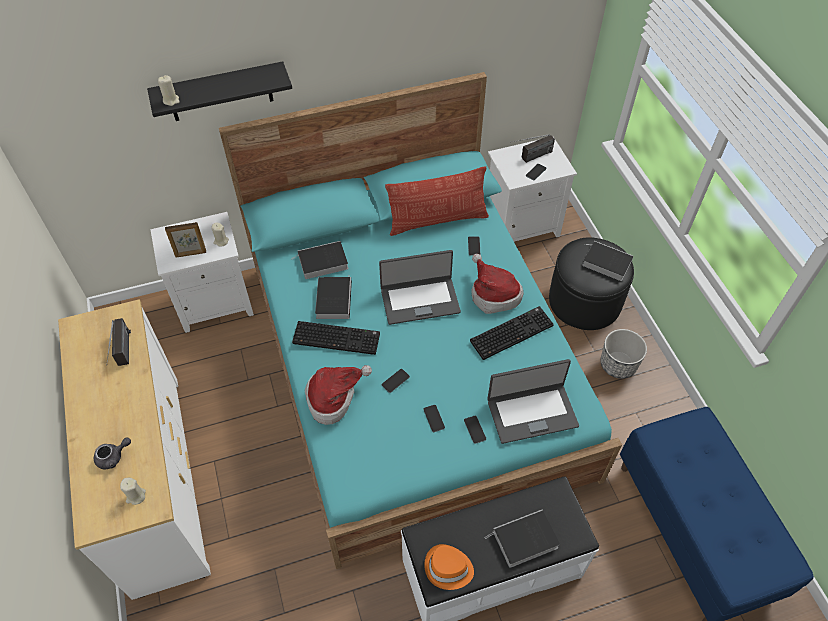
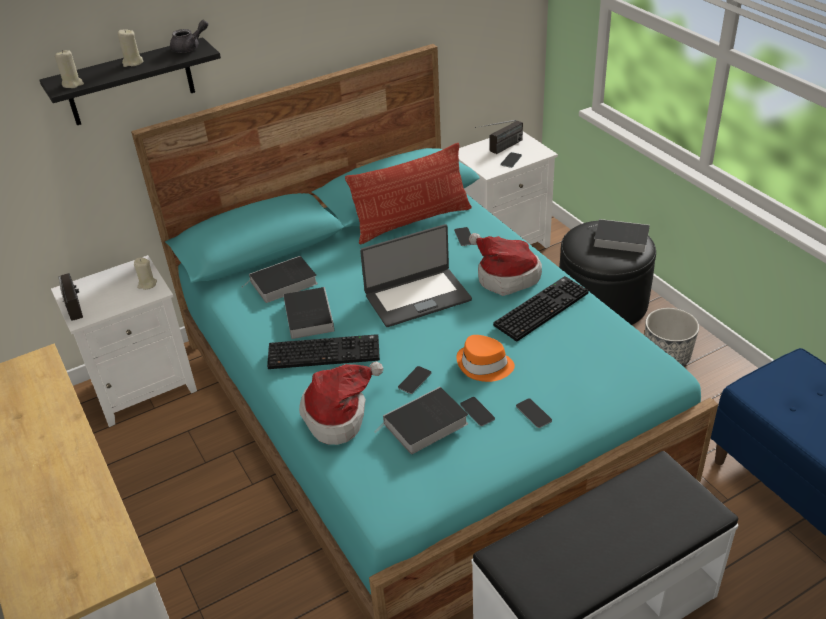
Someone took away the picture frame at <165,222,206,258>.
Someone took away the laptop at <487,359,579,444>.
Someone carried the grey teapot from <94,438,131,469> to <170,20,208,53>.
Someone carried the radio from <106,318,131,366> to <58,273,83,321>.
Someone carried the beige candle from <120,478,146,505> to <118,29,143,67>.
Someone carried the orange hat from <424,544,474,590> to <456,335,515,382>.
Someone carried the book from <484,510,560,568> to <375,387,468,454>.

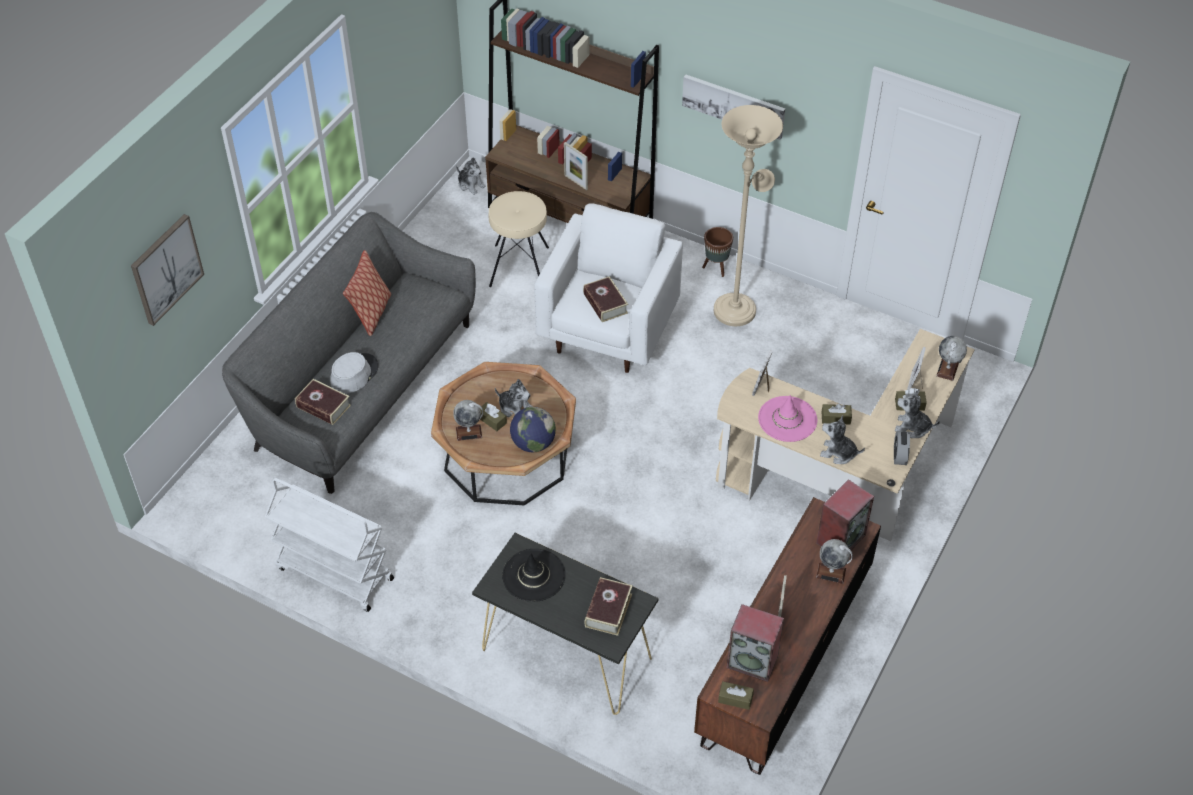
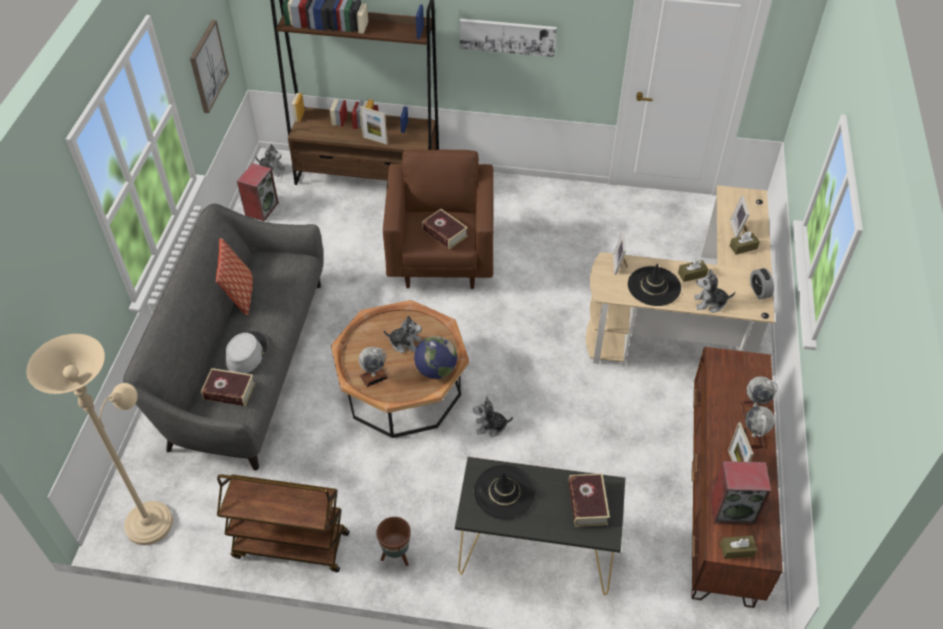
Someone took away the brown tissue box at <480,402,507,431>.
Someone took away the beige stool at <489,191,549,287>.
Someone carried the picture from <131,214,204,326> to <190,20,229,113>.
Someone carried the brown planter from <702,227,733,277> to <376,517,411,566>.
Someone carried the beige floor lamp from <714,105,783,326> to <26,334,173,545>.
Someone carried the speaker from <816,479,874,550> to <237,163,279,222>.
Someone carried the plush toy from <895,390,940,438> to <473,396,513,437>.
Someone carried the globe from <936,336,967,381> to <742,406,775,449>.
Someone repainted the white cart at <265,478,394,612>, which became the brown cart at <217,474,349,572>.
Someone repainted the white armchair at <534,203,683,373>, which became the brown armchair at <383,149,493,289>.
Someone repainted the pink hat at <758,395,817,442>, which became the black hat at <628,263,681,306>.

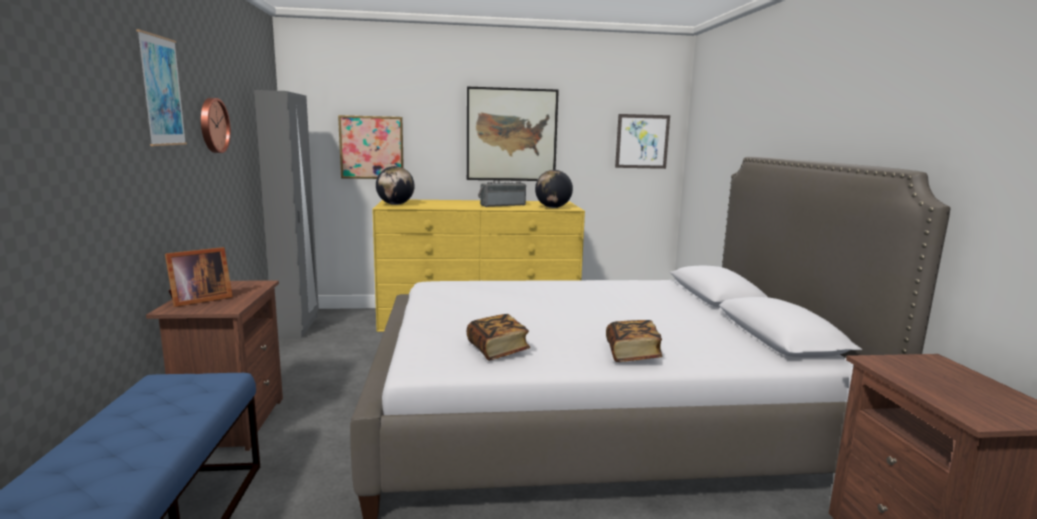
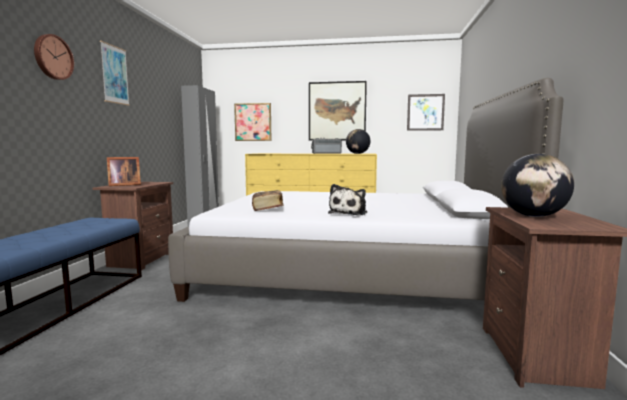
Someone carried the wall clock from <201,98,231,153> to <34,34,74,80>.
Someone carried the globe from <376,166,415,205> to <501,154,574,217>.
Someone swapped the book at <606,320,662,362> for the plush toy at <328,184,367,215>.

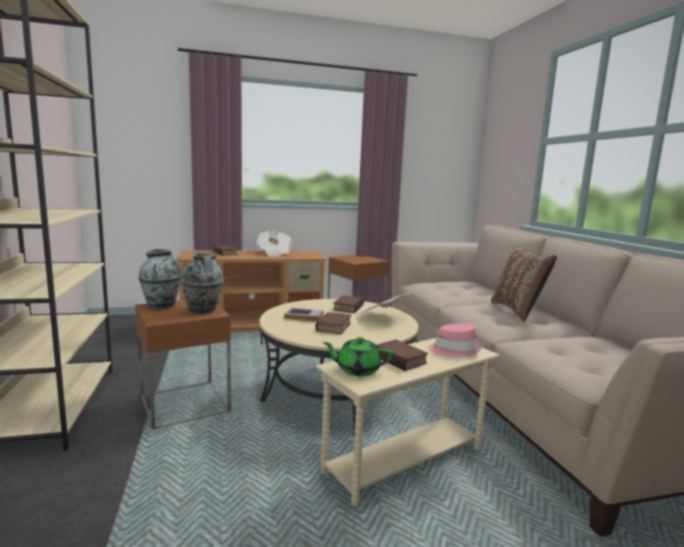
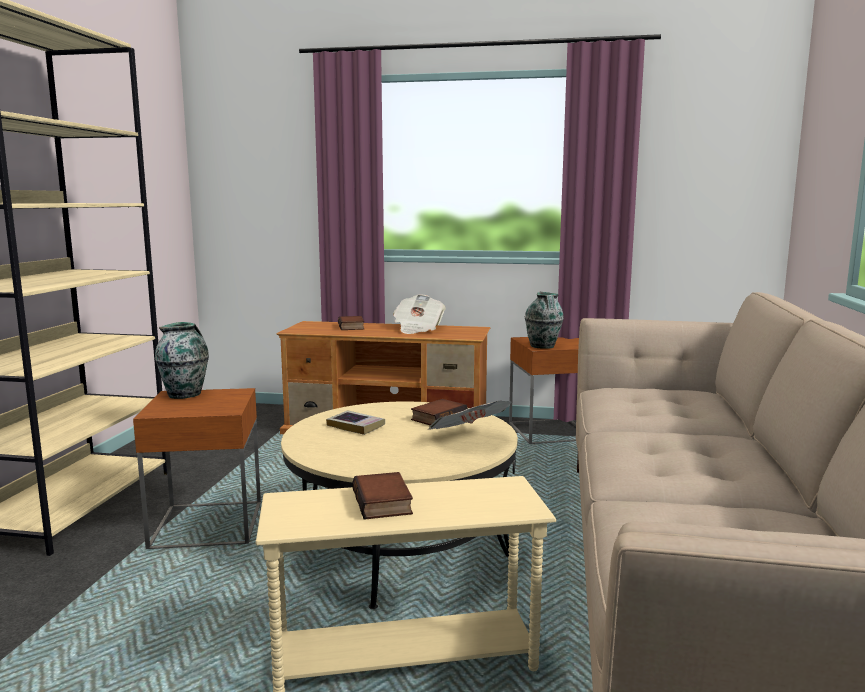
Someone took away the book at <315,312,351,334>.
Someone took away the green teapot at <323,337,393,376>.
Someone took away the pink hat at <428,323,482,357>.
Someone took away the brown pillow at <491,245,557,322>.
Someone carried the vase from <181,252,224,313> to <525,292,564,349>.

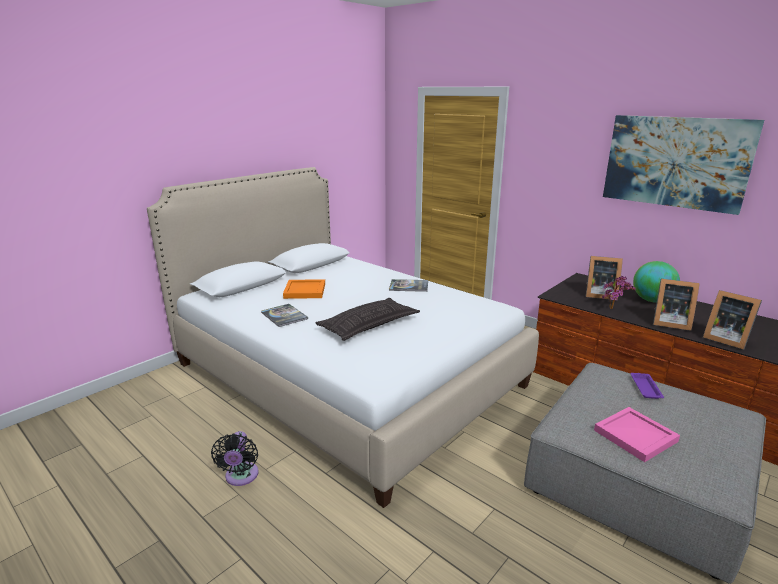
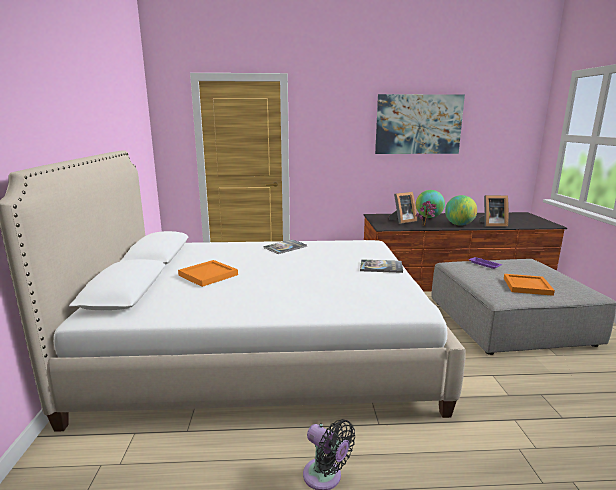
Someone took away the pillow at <316,298,420,341>.
Someone carried the book from <261,304,308,327> to <360,259,403,273>.
Someone swapped the picture frame at <653,279,700,331> for the globe at <445,195,477,226>.
Someone repainted the pink tray at <594,407,680,462>, which became the orange tray at <504,274,555,296>.

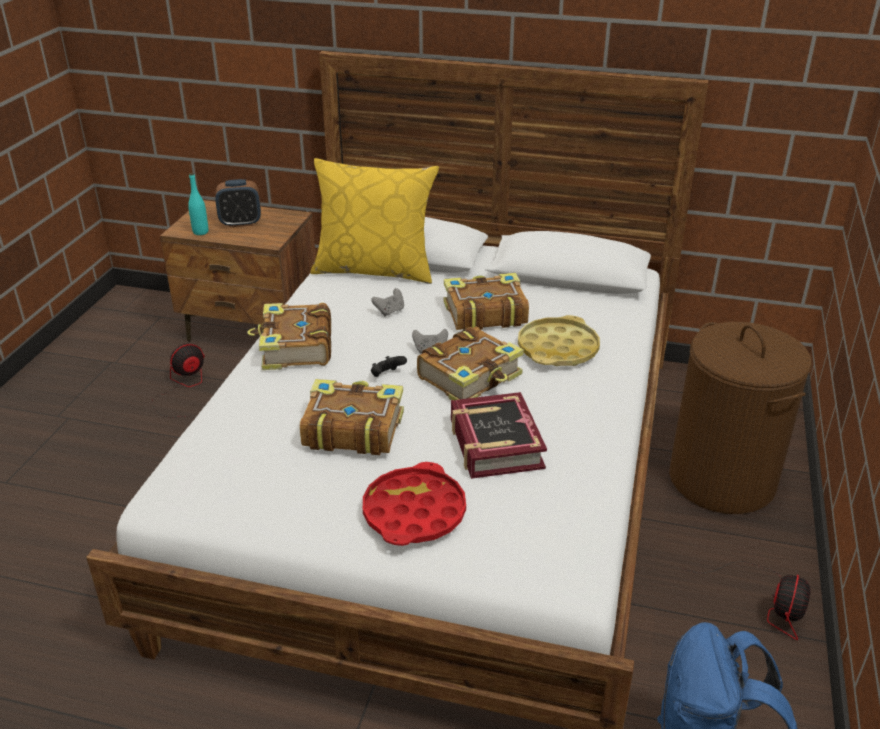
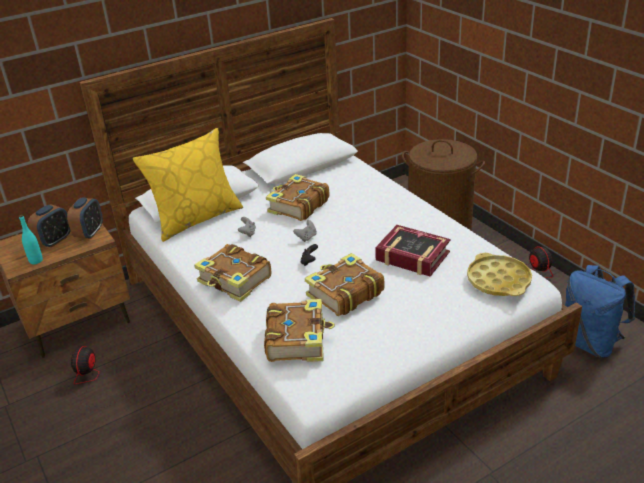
Someone took away the red tray at <363,462,466,546>.
Someone put down the alarm clock at <67,197,103,239>.
Someone carried the book from <417,326,524,400> to <264,299,335,362>.
Someone carried the yellow tray from <518,315,600,366> to <467,253,532,296>.

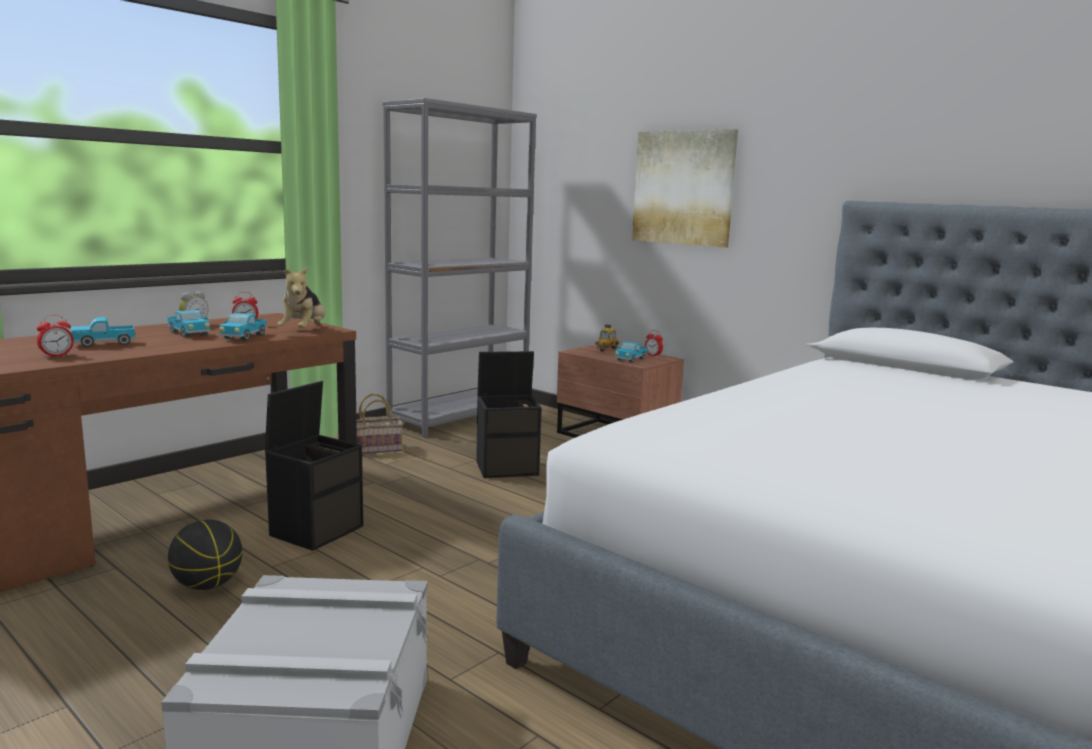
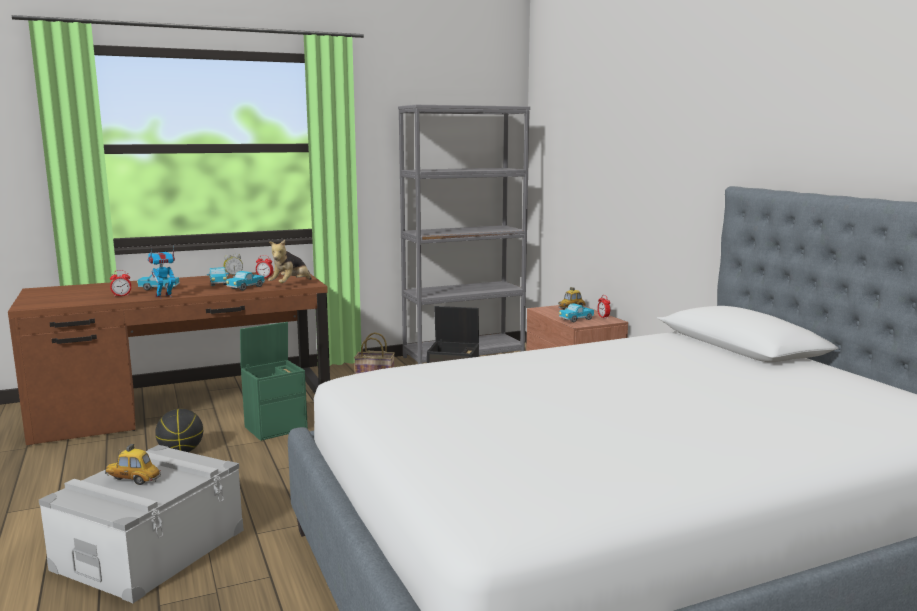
Someone took away the picture at <632,129,738,248>.
Someone put down the toy car at <105,444,161,485>.
Someone put down the toy robot at <148,247,176,298>.
Someone repainted the black storage box at <265,381,363,551>, which became the green storage box at <240,322,308,441>.

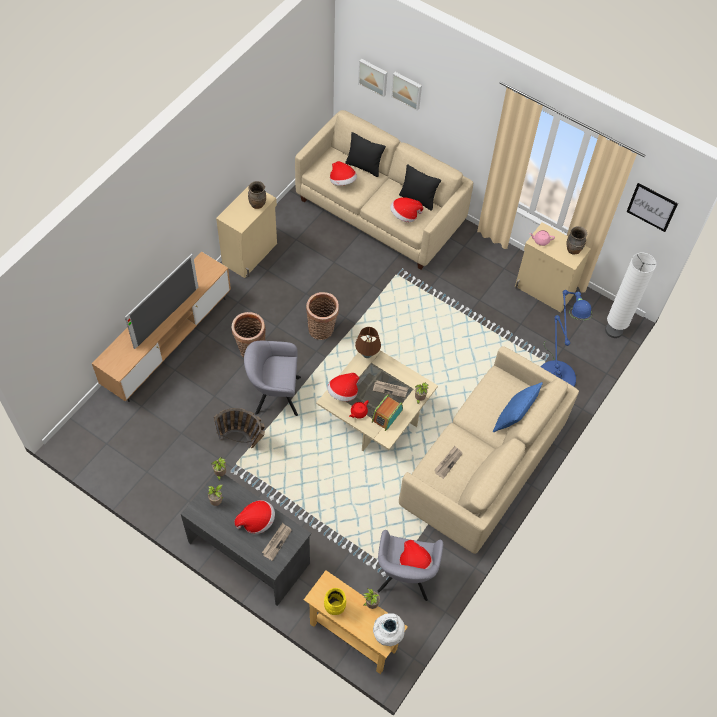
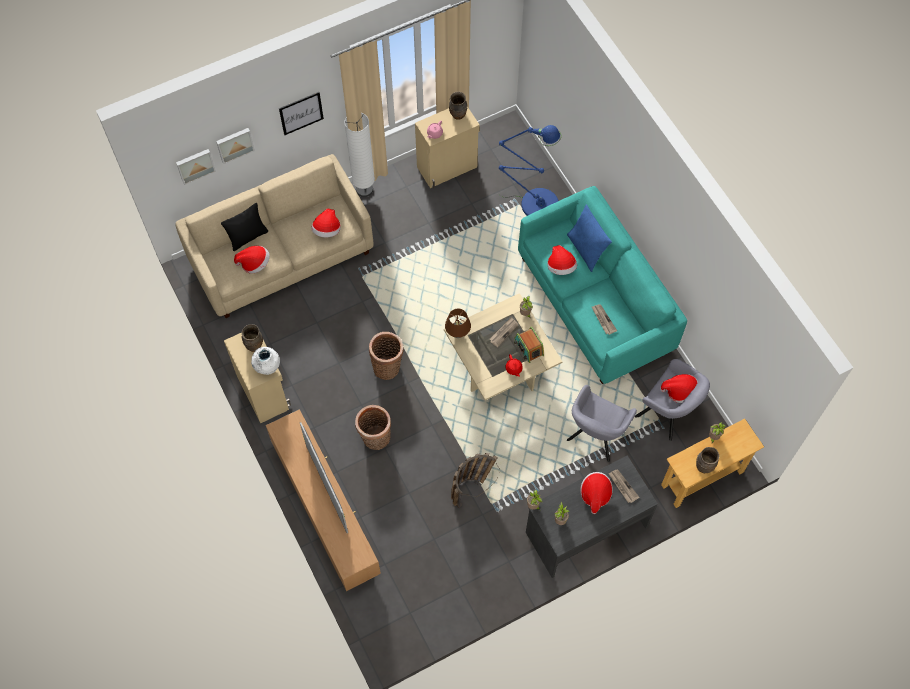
Someone took away the black pillow at <399,165,441,210>.
Someone carried the grey armchair from <244,341,301,416> to <567,385,637,462>.
Someone carried the hat from <327,373,359,401> to <548,245,577,275>.
Someone carried the white vase from <373,613,405,646> to <251,347,280,375>.
Someone carried the white floor lamp from <605,253,656,338> to <344,113,375,197>.
Someone carried the picture from <626,183,678,232> to <279,92,324,135>.
Someone repainted the yellow vase at <324,588,346,615>, which became the brown vase at <696,447,719,473>.
Someone repainted the beige sofa at <399,346,579,554>, which became the turquoise sofa at <518,186,687,384>.

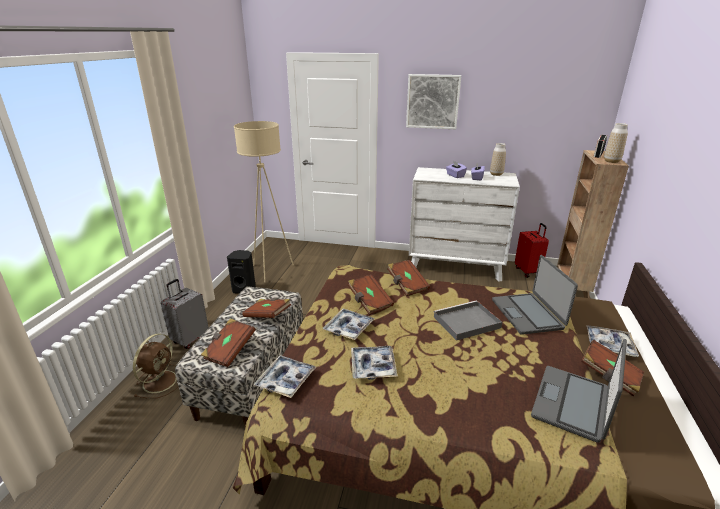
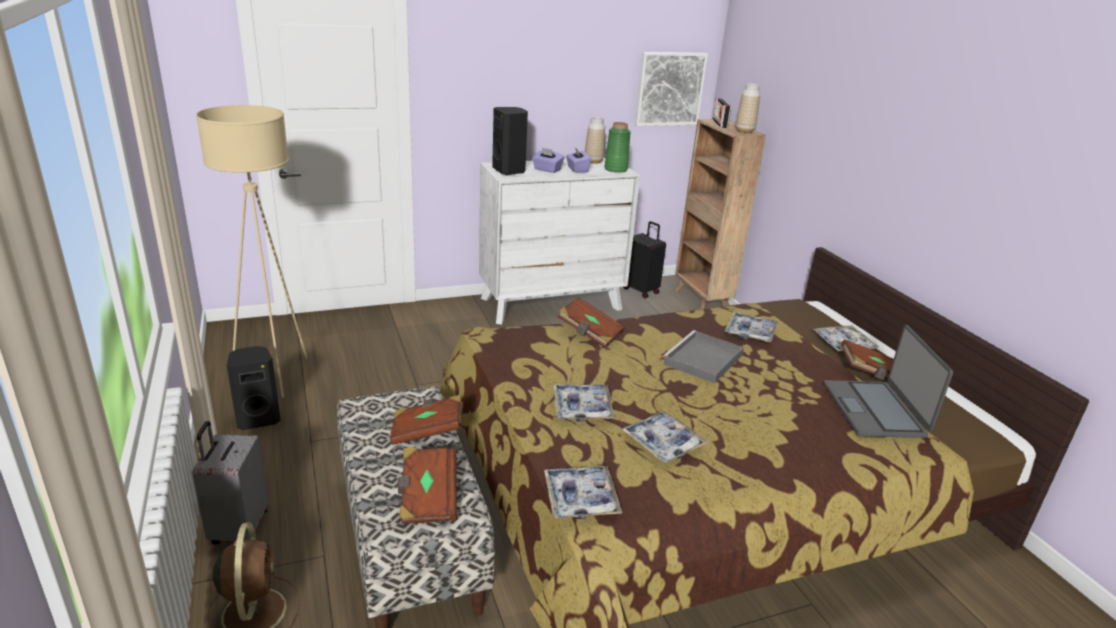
Someone took away the brown book at <348,274,394,315>.
Someone put down the black speaker at <492,107,528,175>.
Someone put down the green vase at <604,122,631,173>.
Someone carried the picture from <406,74,461,129> to <635,52,708,126>.
Someone swapped the laptop at <492,255,578,335> for the tray at <725,312,778,342>.
Someone repainted the red suitcase at <515,223,549,278>, which became the black suitcase at <623,221,666,298>.

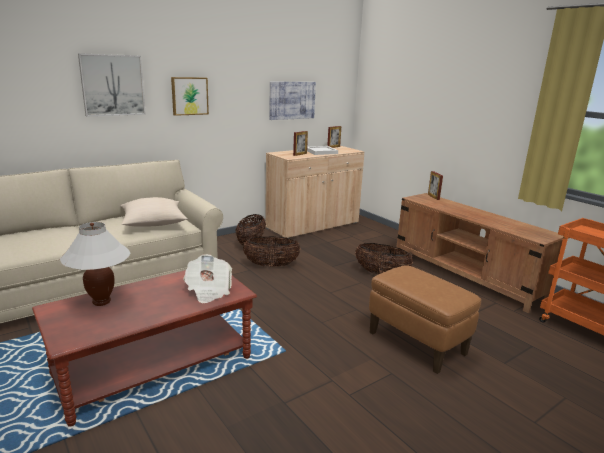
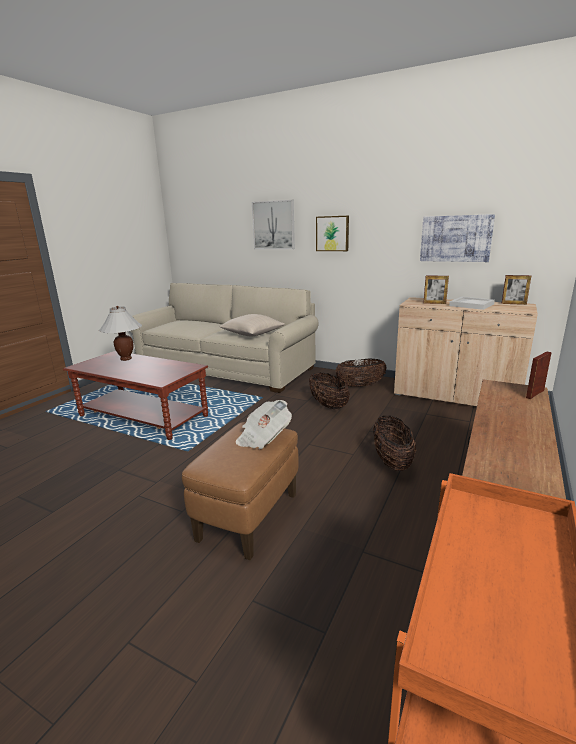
Someone carried the newspaper from <183,254,232,303> to <236,400,292,449>.

